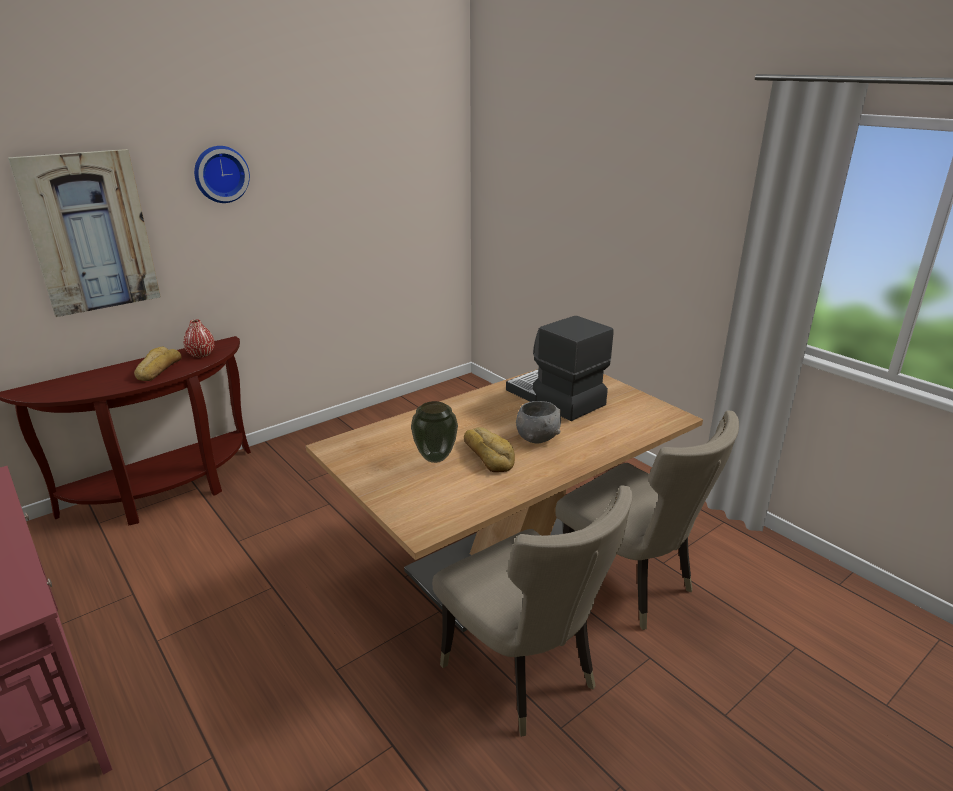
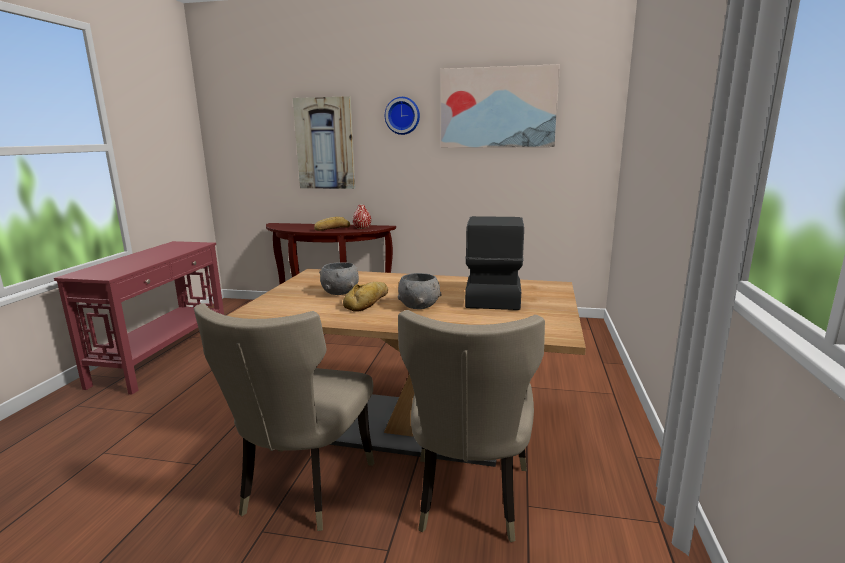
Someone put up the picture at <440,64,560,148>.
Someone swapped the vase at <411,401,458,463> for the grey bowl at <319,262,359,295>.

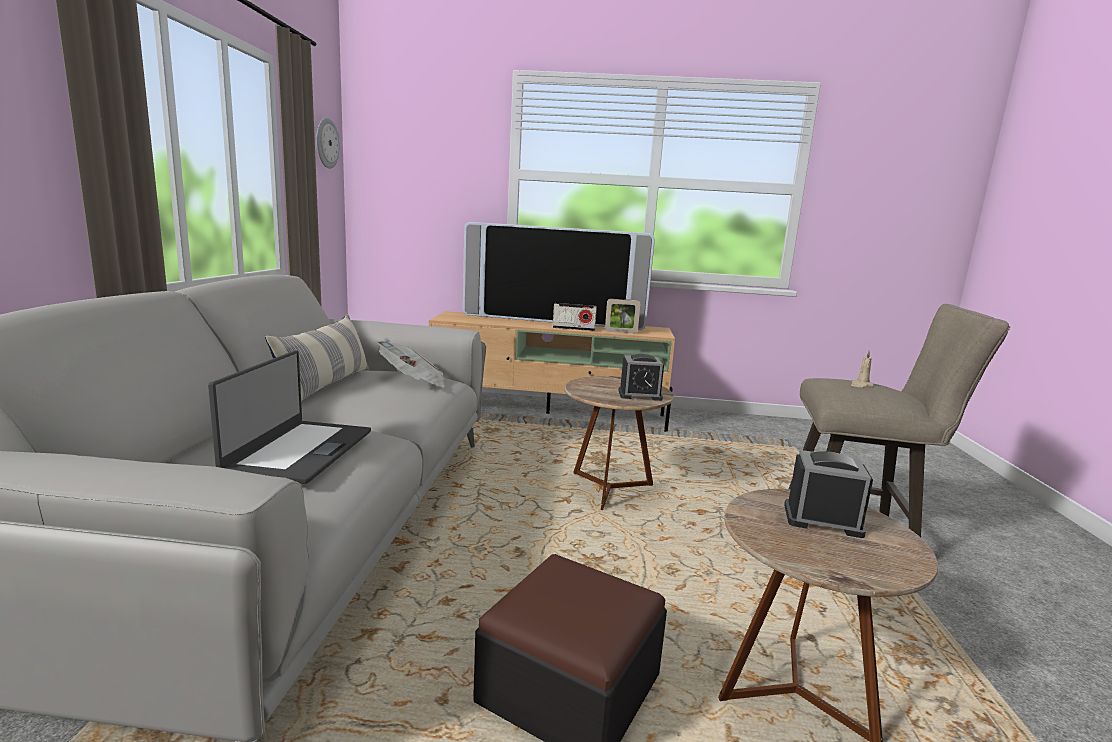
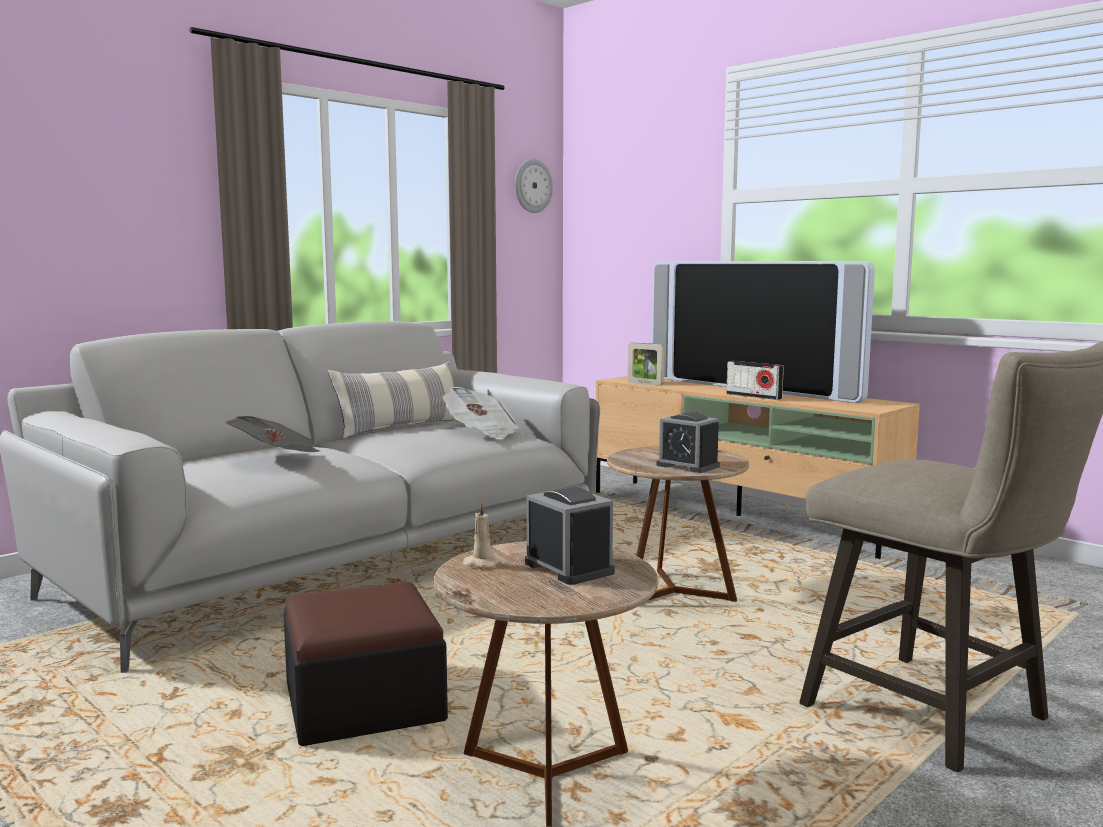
Someone carried the picture frame from <605,299,640,333> to <628,343,664,386>.
Someone carried the beige candle from <852,351,874,387> to <463,501,501,568>.
Someone swapped the laptop at <208,350,371,484> for the newspaper at <226,416,320,452>.

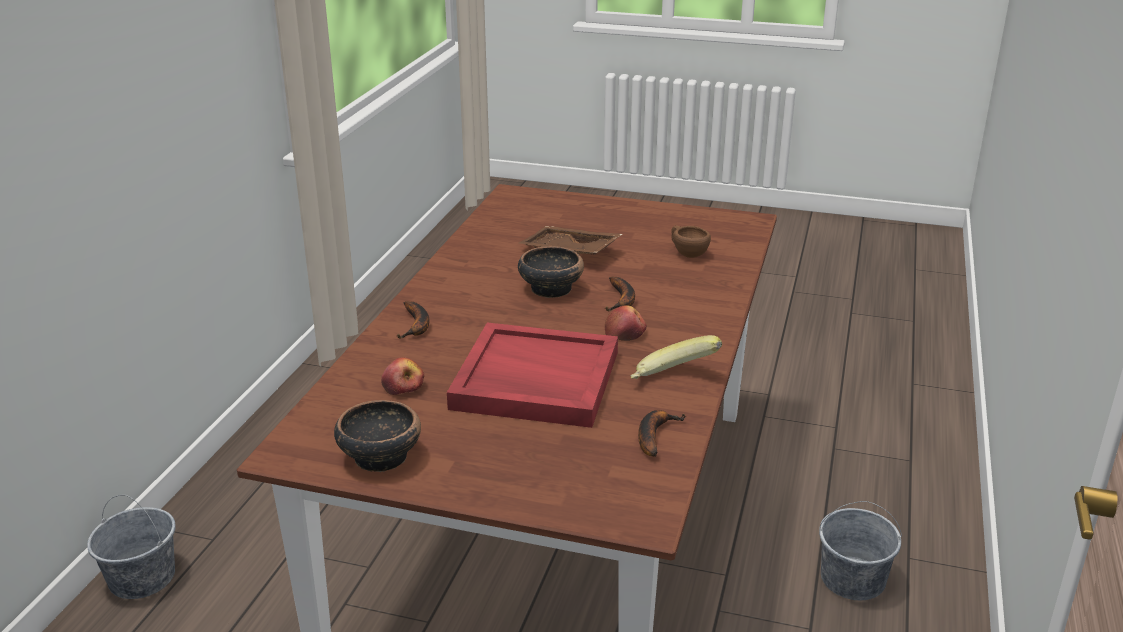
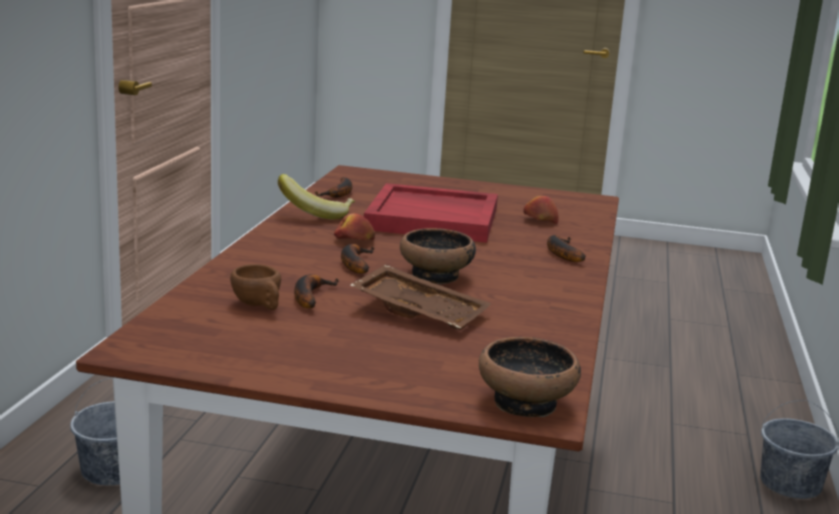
Someone put down the banana at <294,274,339,308>.
Someone carried the bowl from <334,400,421,472> to <479,337,581,417>.

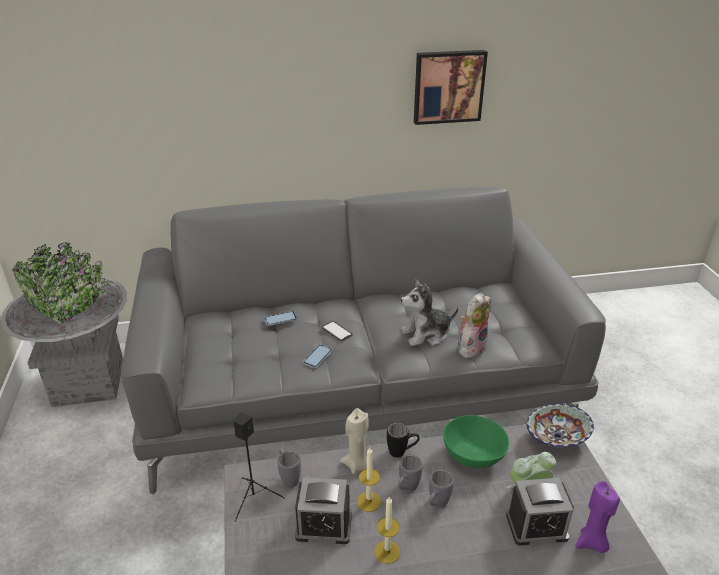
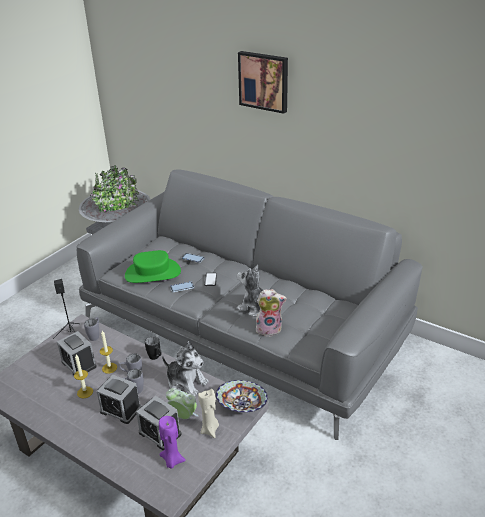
Someone put down the alarm clock at <97,375,142,424>.
Someone put down the green hat at <125,250,181,283>.
Someone carried the beige candle from <340,408,374,474> to <198,389,219,438>.
Someone carried the picture from <414,50,488,125> to <238,51,288,114>.
Someone swapped the green bowl at <443,415,509,468> for the plush toy at <162,341,209,396>.

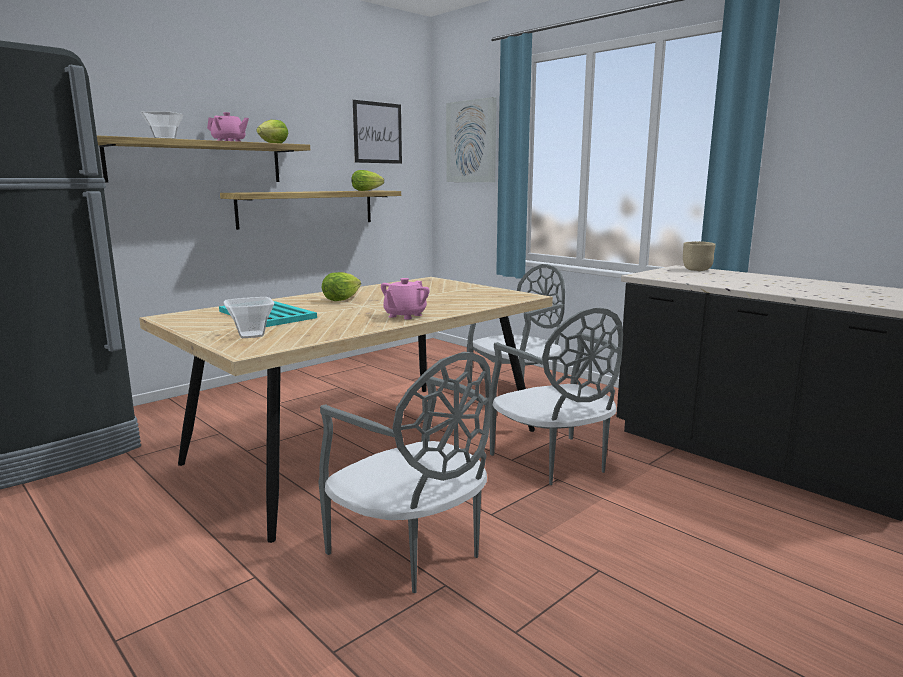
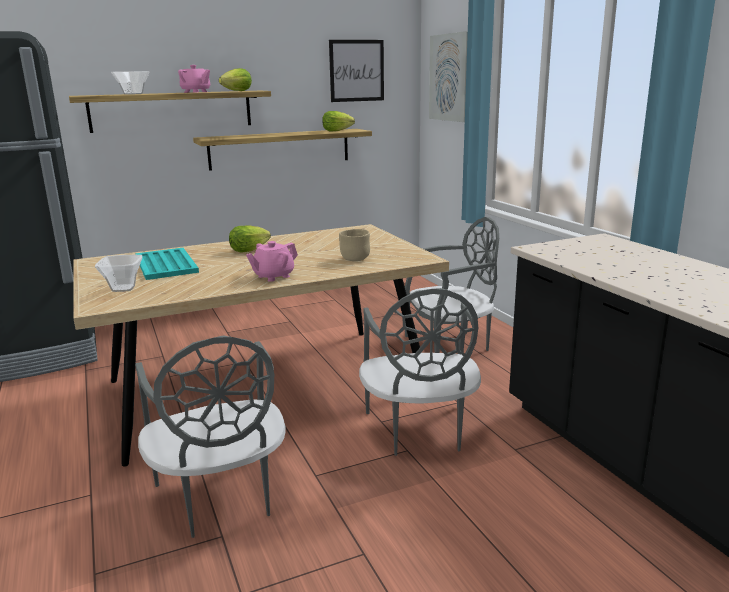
Someone carried the beige bowl from <683,241,716,271> to <339,229,370,261>.

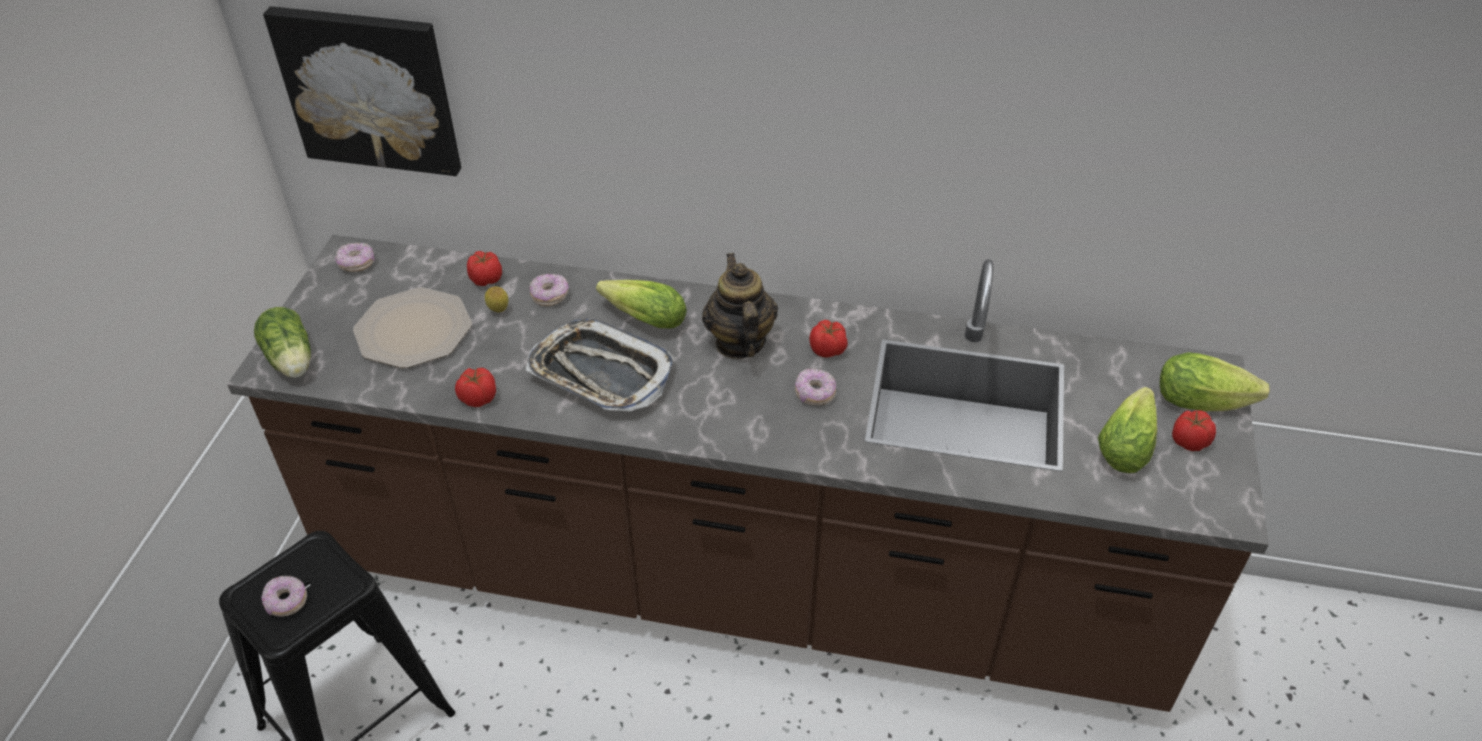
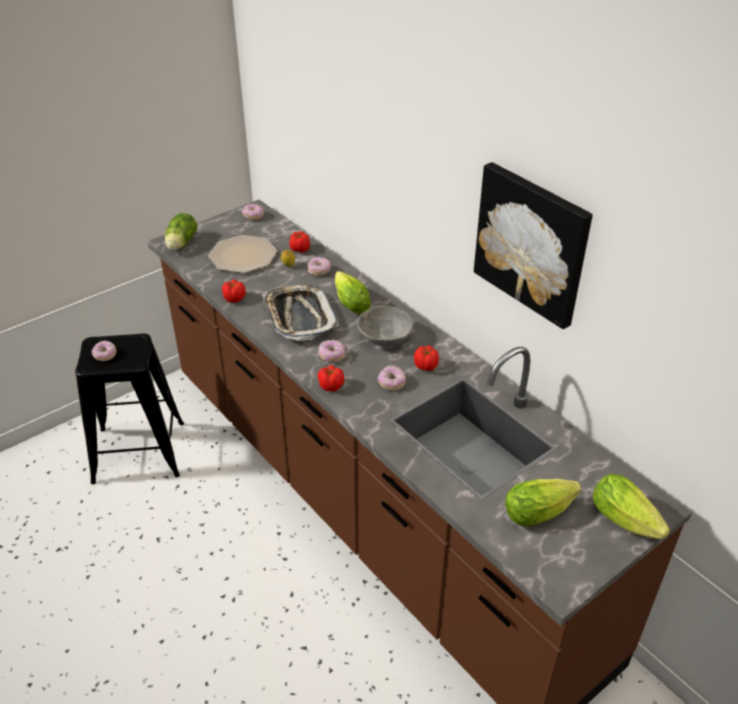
Someone put down the donut at <319,340,345,362>.
Someone carried the picture from <263,6,461,176> to <474,162,593,330>.
Someone carried the tomato from <1172,410,1216,451> to <318,365,344,392>.
Someone swapped the teapot at <702,253,778,359> for the grey bowl at <357,306,413,346>.

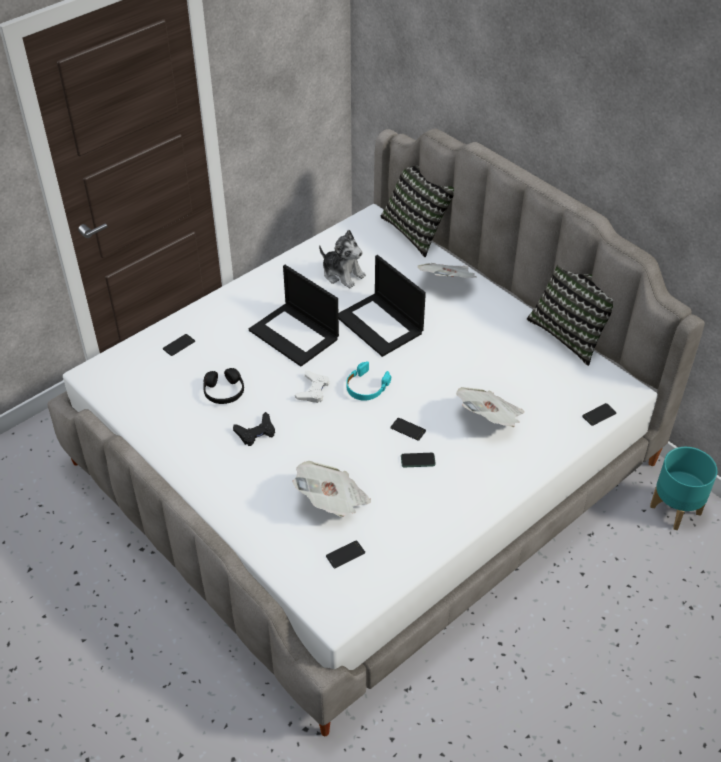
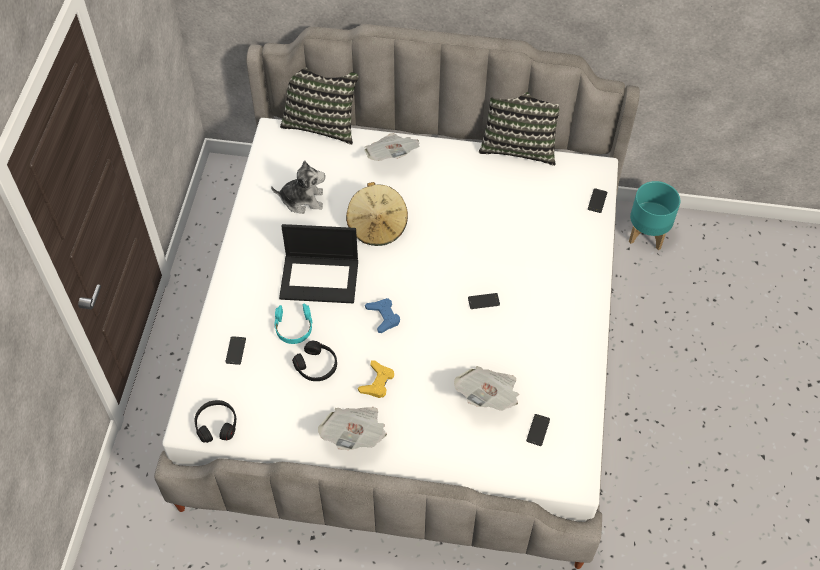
Someone took away the phone at <401,453,436,467>.
Someone put down the black headphones at <194,400,236,443>.
Someone carried the turquoise headphones from <346,361,391,401> to <274,303,312,344>.
Someone carried the newspaper from <456,387,524,427> to <318,407,387,450>.
Someone swapped the laptop at <338,255,426,357> for the beige hat at <346,182,408,246>.
Someone repainted the black game controller at <233,412,275,446>, which became the yellow game controller at <358,360,394,398>.
Someone repainted the white game controller at <295,371,330,403>, which became the blue game controller at <365,298,400,333>.

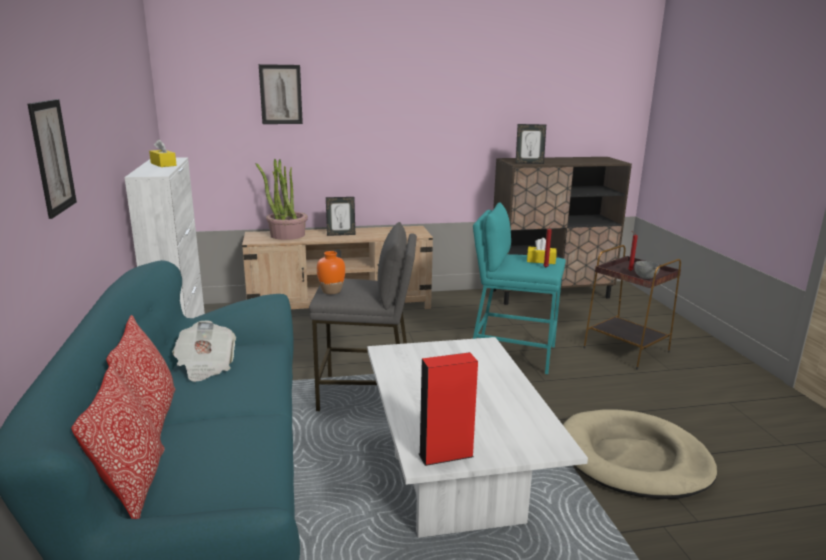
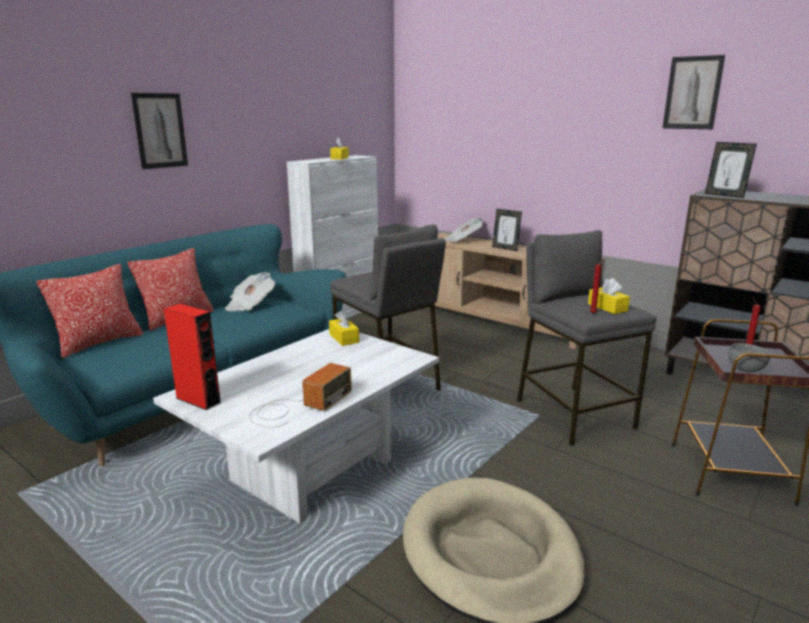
Someone took away the orange vase at <317,251,345,294>.
Someone put down the radio at <249,363,352,428>.
Someone put down the yellow tissue box at <329,311,359,346>.
Someone carried the picture from <259,64,303,124> to <663,55,725,129>.
Someone swapped the potted plant at <256,159,308,240> for the newspaper at <445,217,484,242>.
Someone repainted the turquoise stool at <473,203,566,374>, which became the grey stool at <517,230,657,446>.

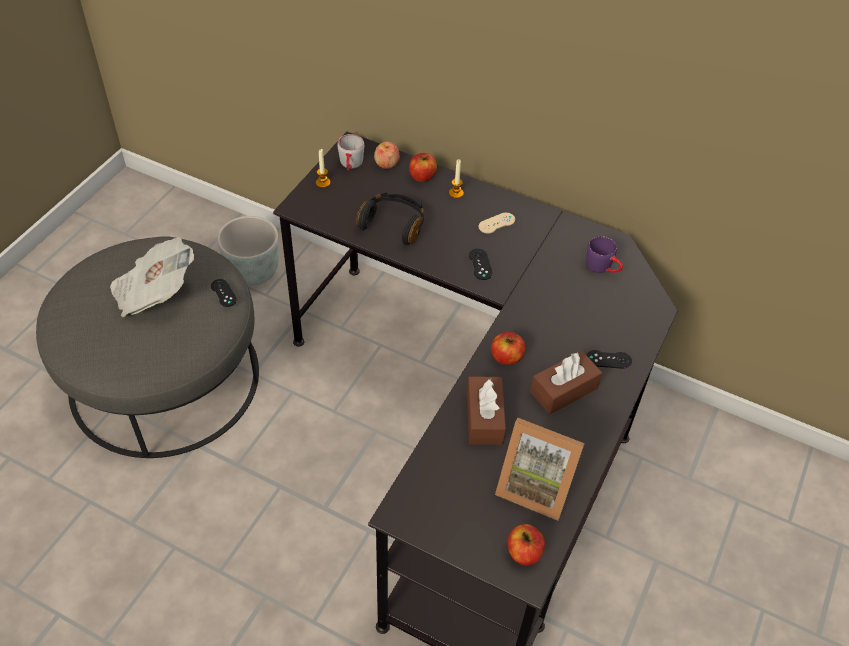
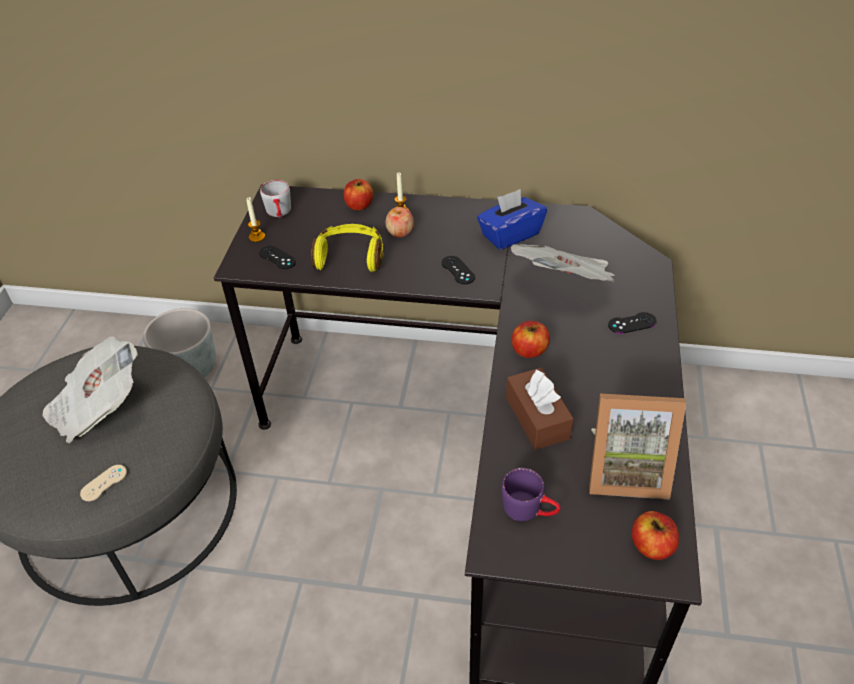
Someone took away the brown tissue box at <530,351,602,414>.
Someone put down the blue tissue box at <477,189,547,250>.
Someone put down the newspaper at <511,244,614,282>.
Someone carried the black game controller from <211,279,237,307> to <259,246,296,269>.
Someone carried the apple from <374,142,399,169> to <386,207,414,237>.
Someone carried the beige game controller from <479,213,515,234> to <80,465,127,501>.
Someone carried the purple mug from <586,236,623,273> to <502,468,560,521>.
Someone repainted the black headphones at <356,192,424,245>, which became the yellow headphones at <311,224,383,272>.

